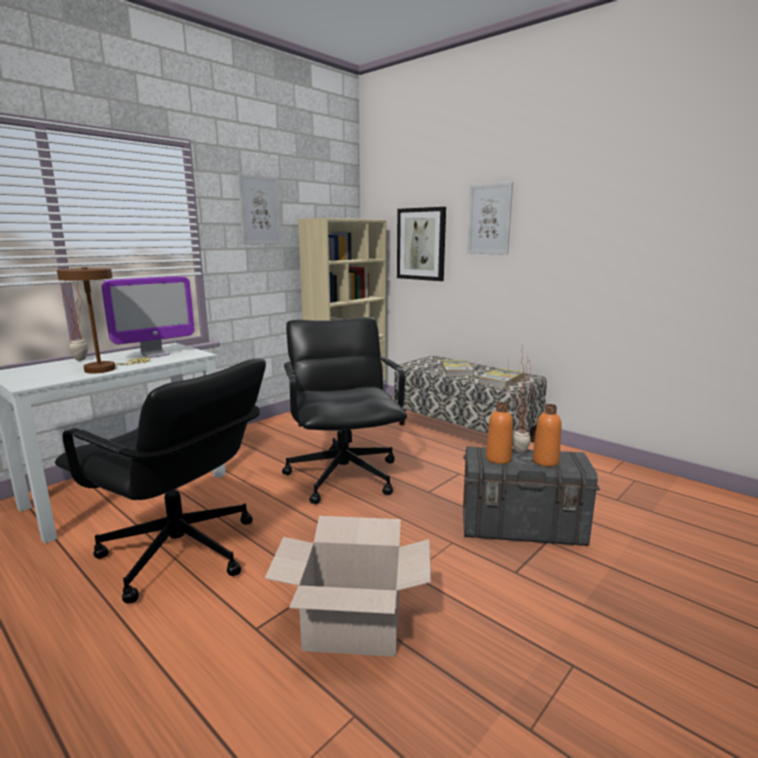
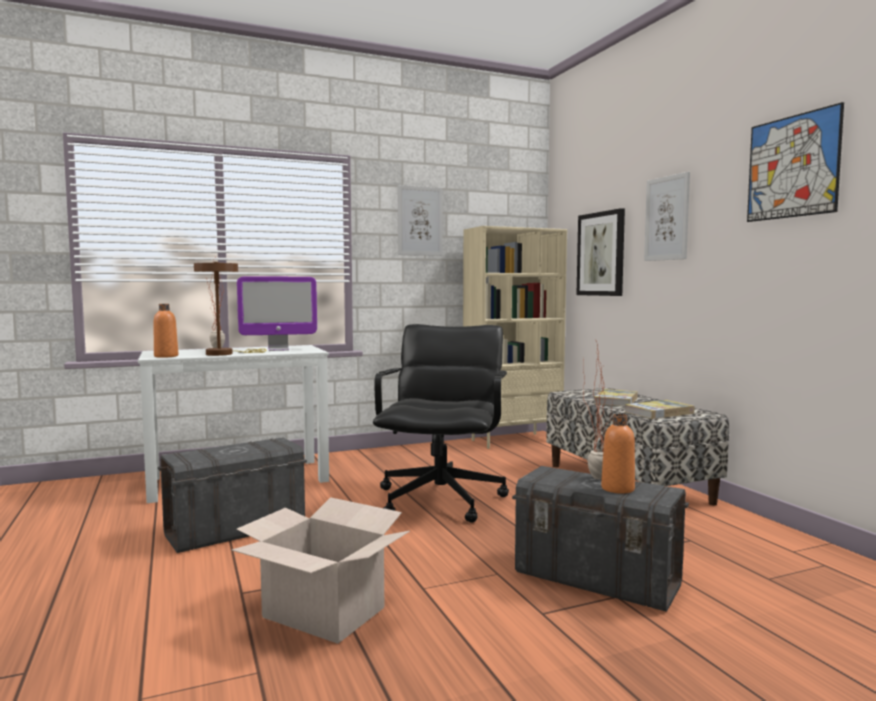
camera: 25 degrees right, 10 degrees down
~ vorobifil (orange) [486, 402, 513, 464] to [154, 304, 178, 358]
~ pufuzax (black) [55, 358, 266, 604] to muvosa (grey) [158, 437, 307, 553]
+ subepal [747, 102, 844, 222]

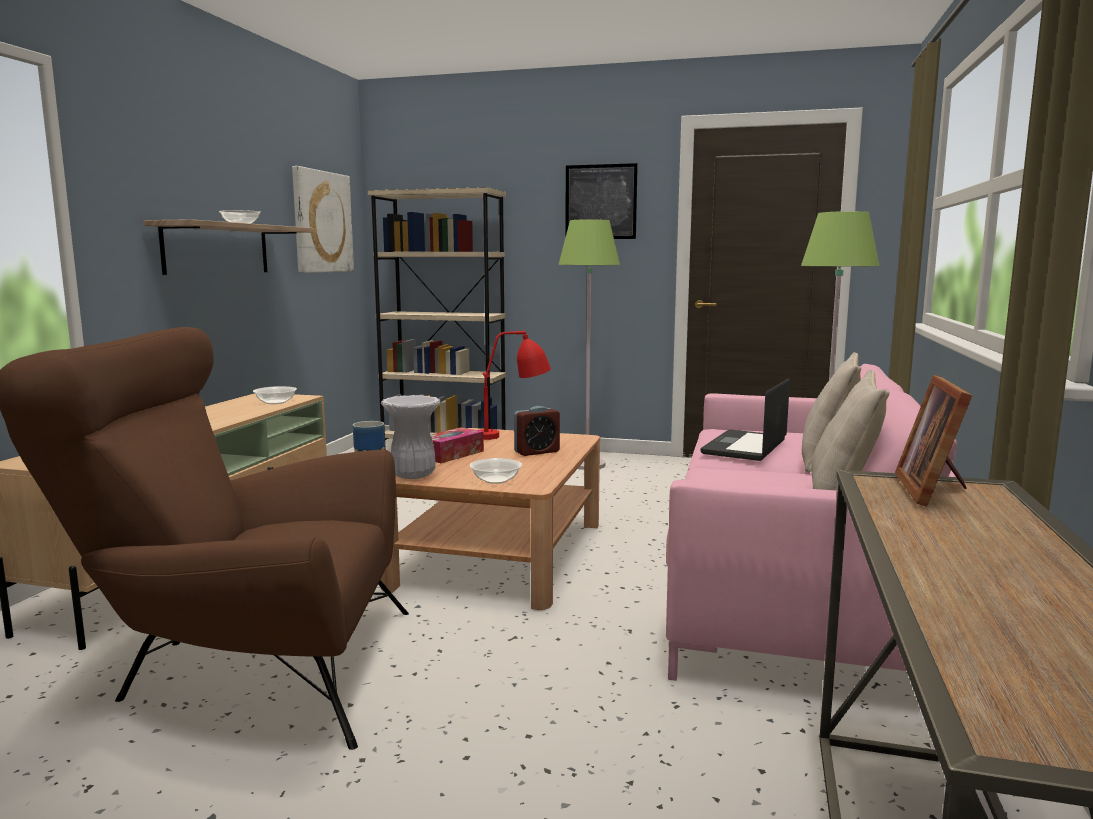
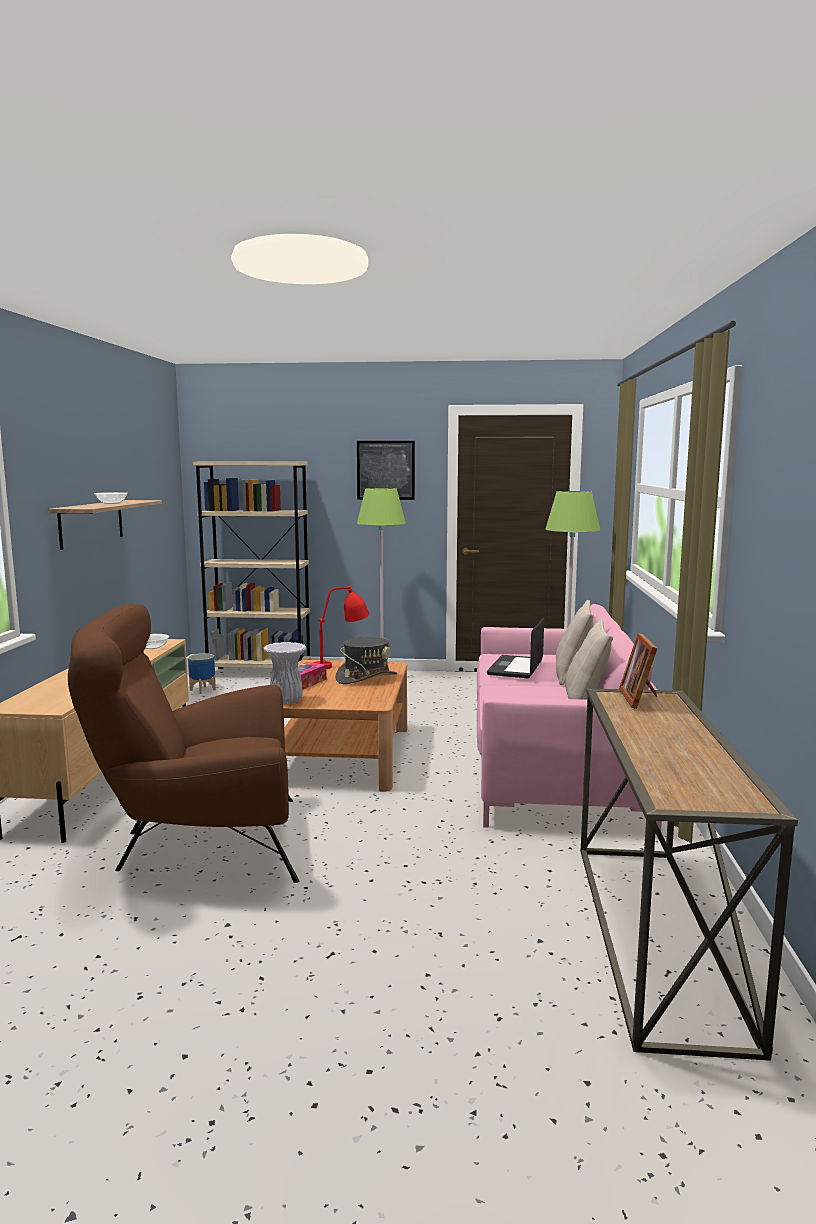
camera: 10 degrees left, 0 degrees up
~ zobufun [514, 406, 560, 456] to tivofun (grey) [336, 637, 397, 684]
- subepal [292, 166, 354, 273]
- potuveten [470, 458, 522, 484]

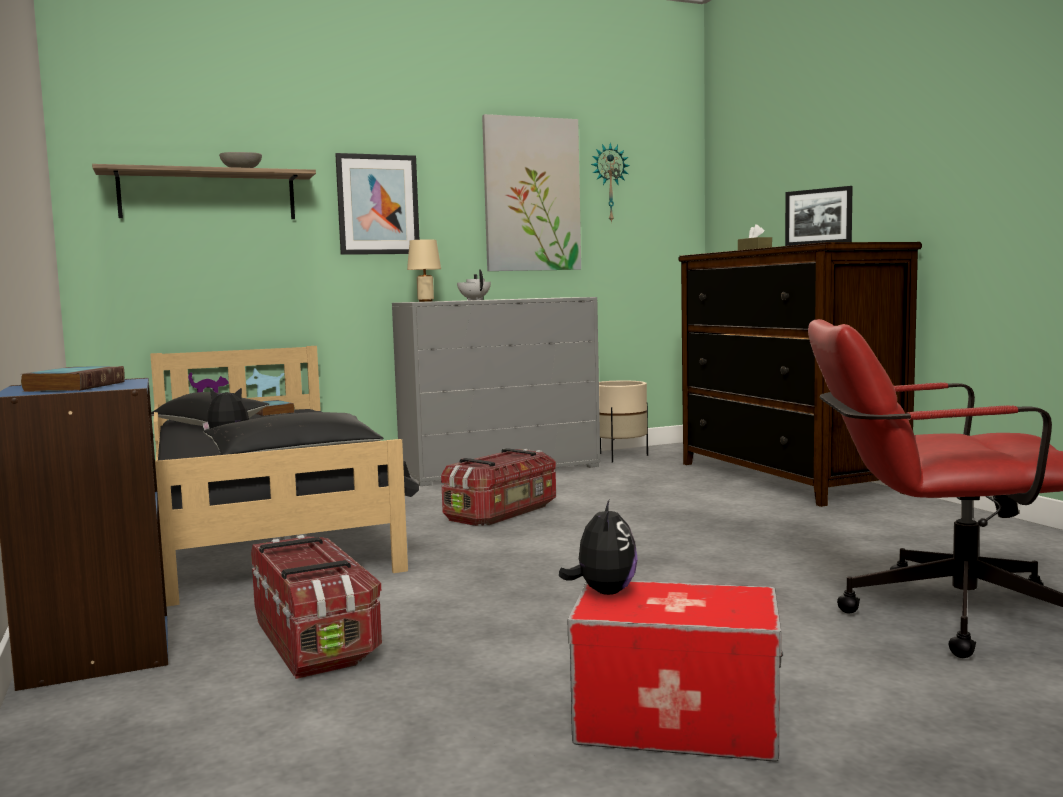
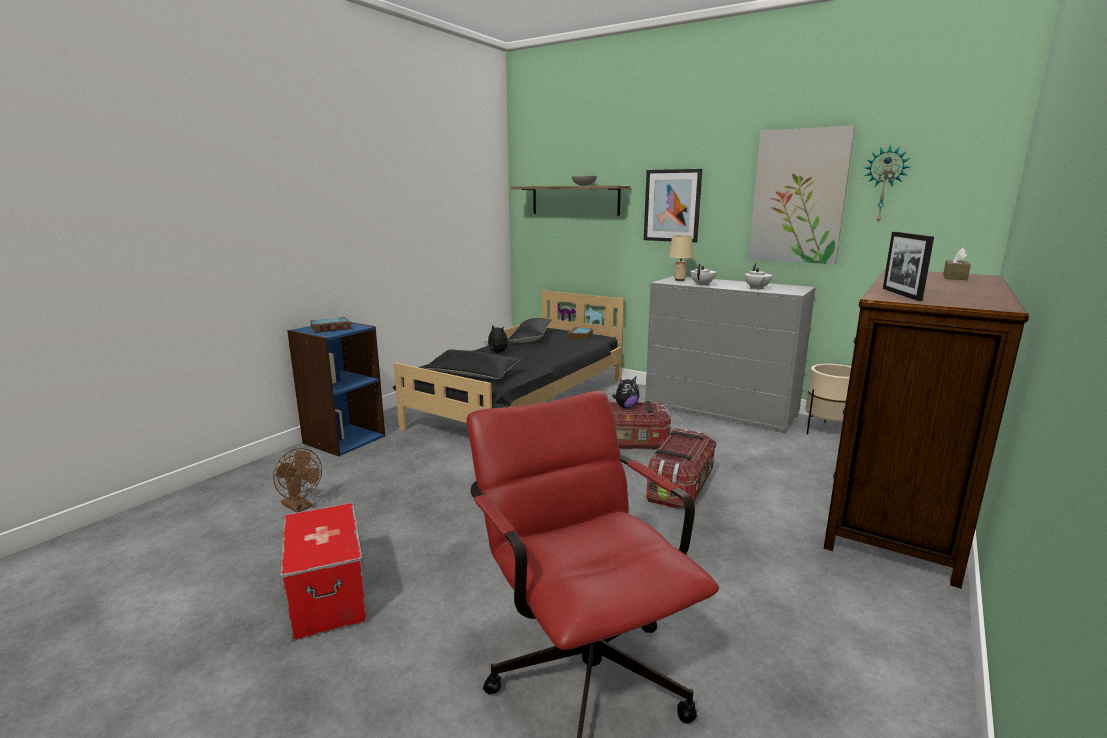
camera: 55 degrees right, 10 degrees up
+ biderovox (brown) [273, 448, 322, 512]
~ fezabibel [559, 500, 638, 595] to [612, 377, 639, 408]
~ muvosa [251, 535, 382, 679] to [646, 428, 716, 509]
+ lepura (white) [744, 264, 773, 290]

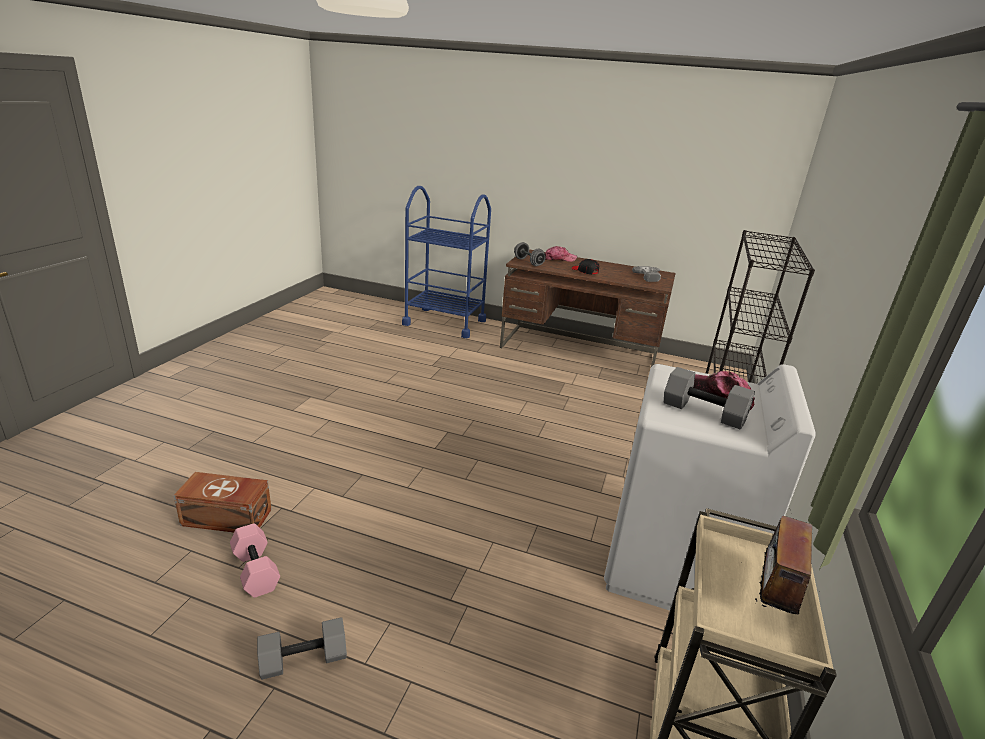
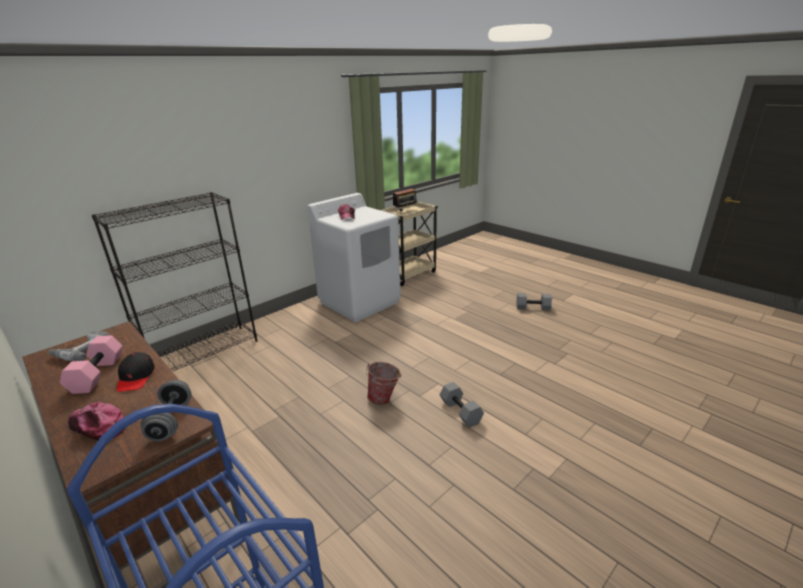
camera: 150 degrees left, 0 degrees up
~ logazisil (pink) [230, 523, 280, 598] to [60, 335, 123, 394]
+ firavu [366, 362, 401, 405]
~ logazisil (grey) [664, 367, 755, 429] to [440, 382, 484, 428]
- muvosa (brown) [173, 472, 272, 532]

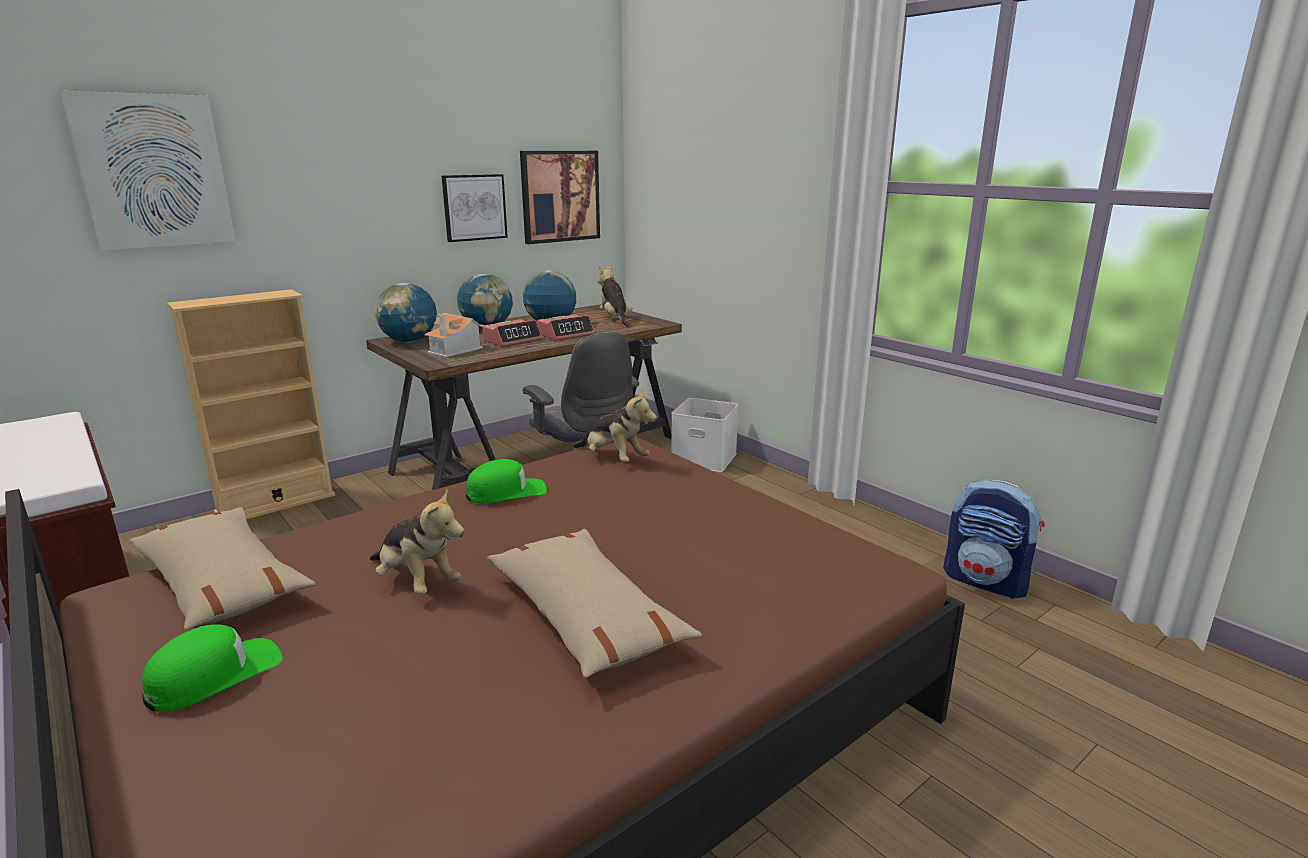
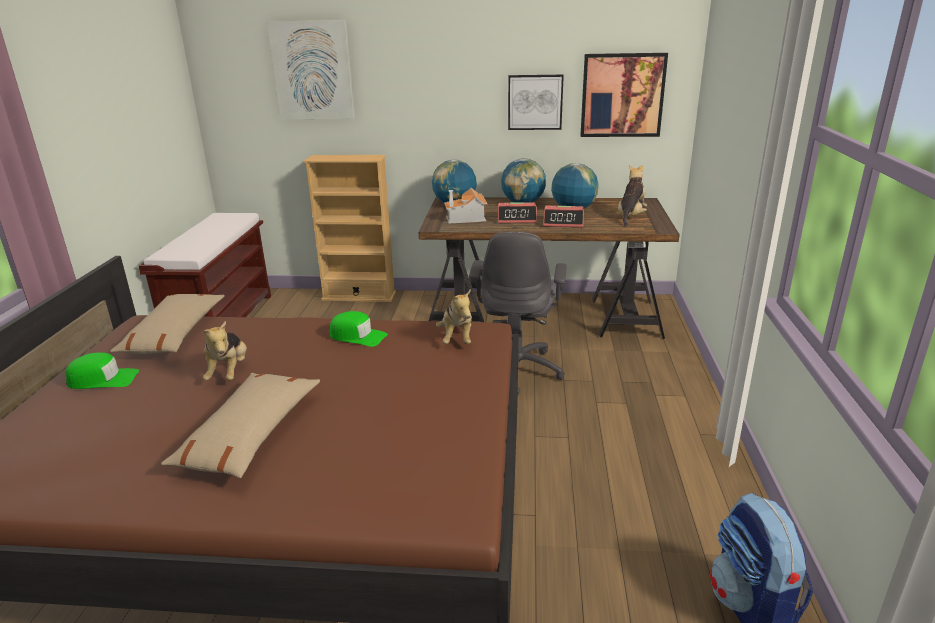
camera: 45 degrees right, 5 degrees up
- muvosa (white) [671, 398, 738, 472]

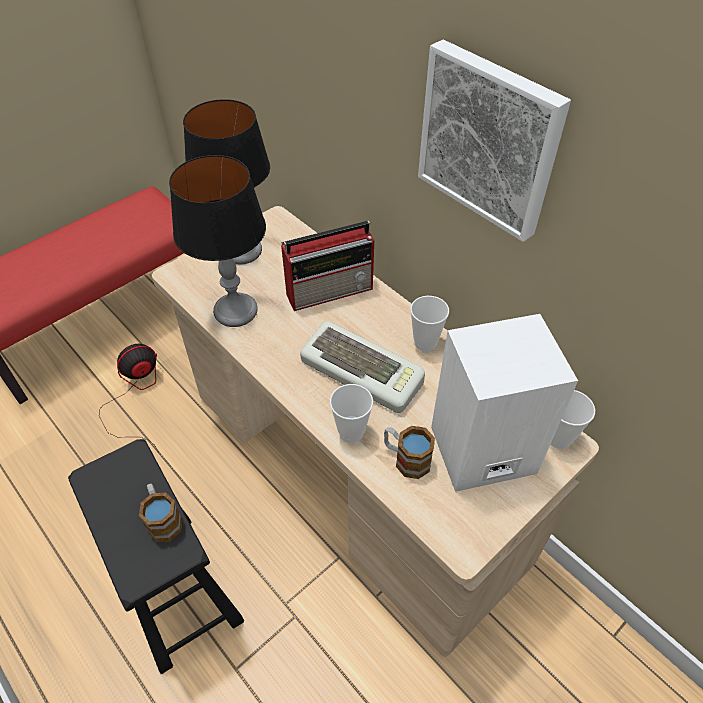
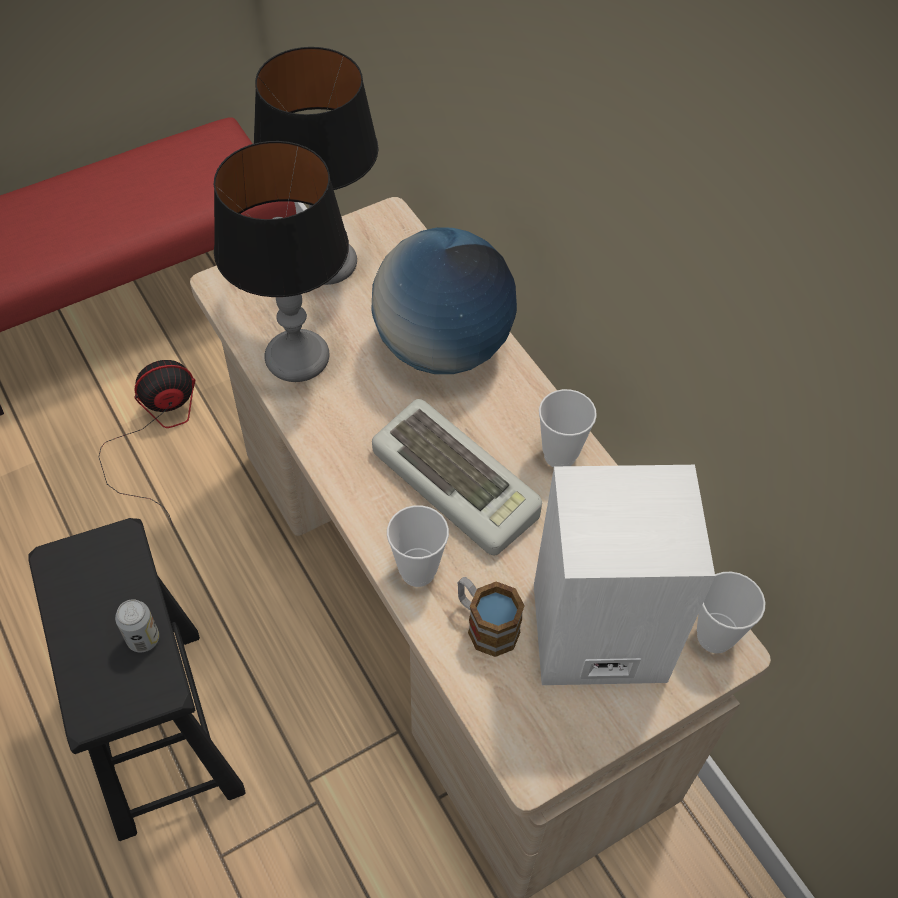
camera: 10 degrees right, 5 degrees up
~ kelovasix [139, 484, 183, 542] to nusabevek [115, 599, 159, 653]
~ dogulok [281, 221, 374, 311] to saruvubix [371, 228, 517, 374]
- subepal [418, 39, 571, 242]

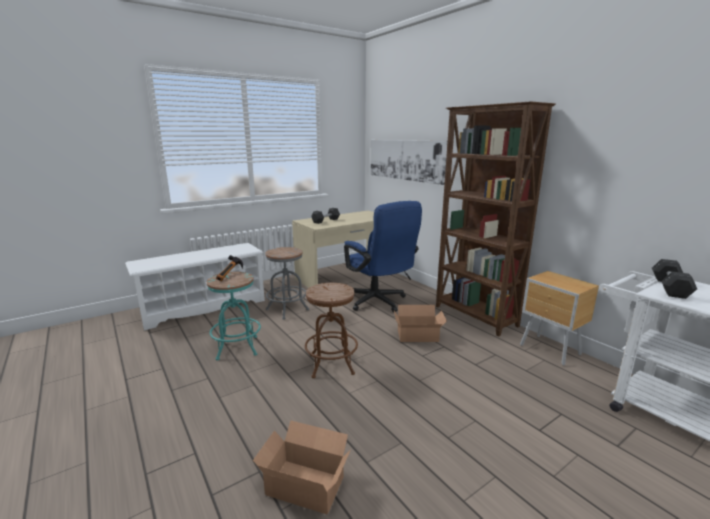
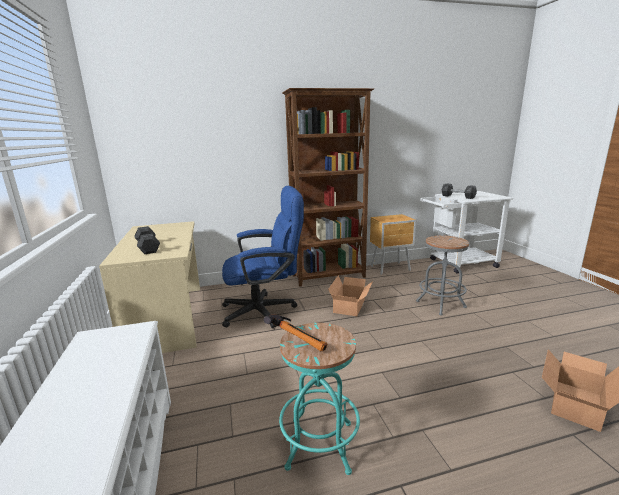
camera: 70 degrees left, 0 degrees up
~ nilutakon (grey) [265, 247, 309, 320] to [416, 236, 469, 315]
- nilutakon (brown) [305, 283, 358, 378]
- subepal [371, 140, 448, 185]

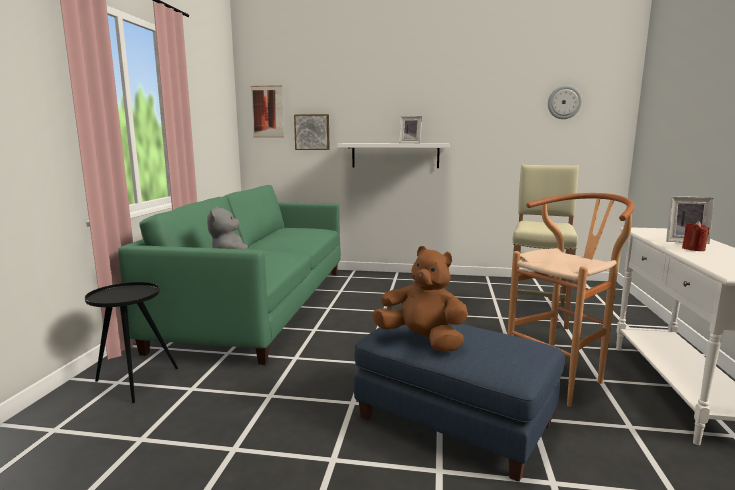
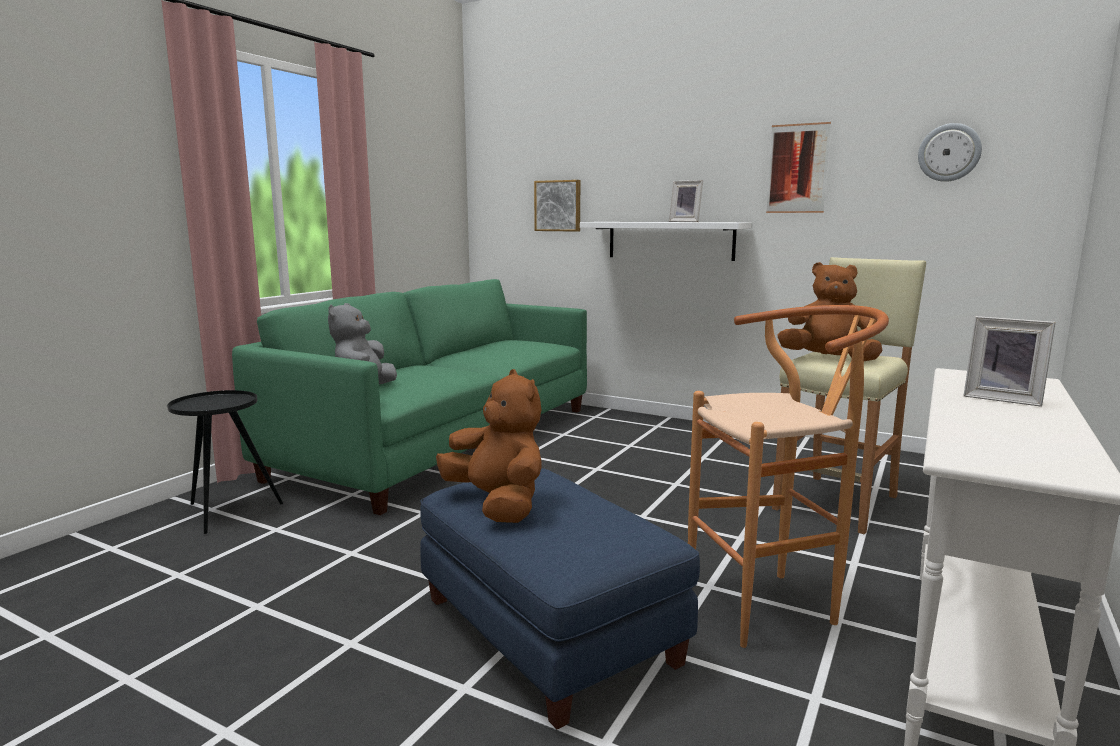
camera: 20 degrees right, 0 degrees up
~ subepal [251, 85, 284, 137] to [766, 122, 831, 213]
+ fezabibel (brown) [777, 262, 883, 361]
- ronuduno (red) [682, 221, 710, 251]

